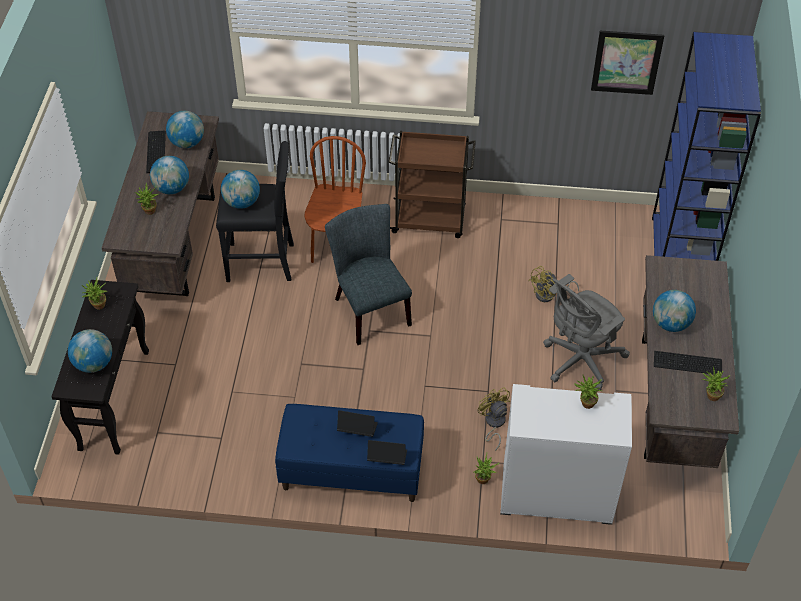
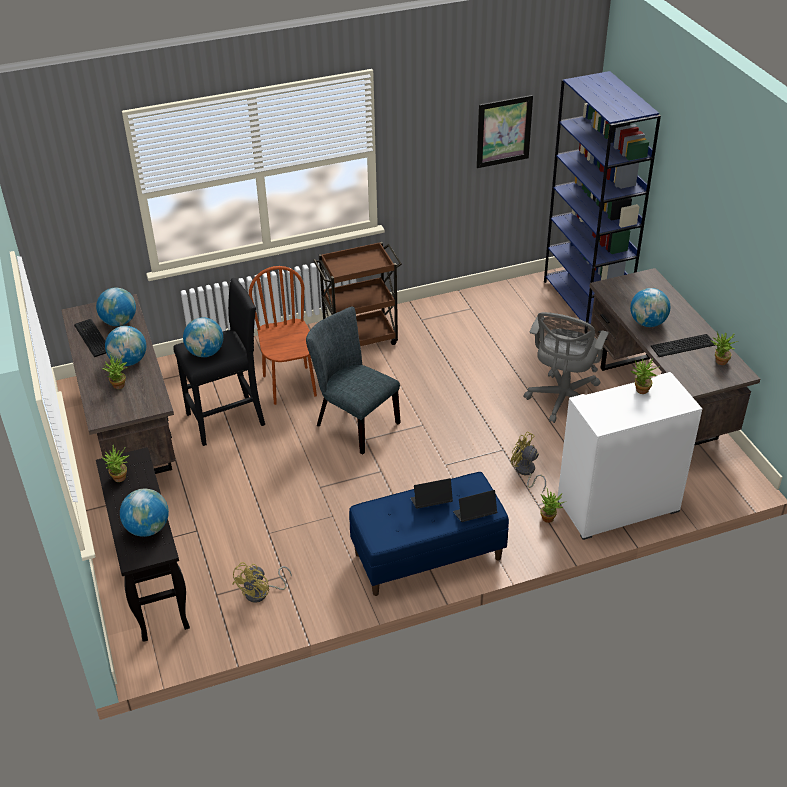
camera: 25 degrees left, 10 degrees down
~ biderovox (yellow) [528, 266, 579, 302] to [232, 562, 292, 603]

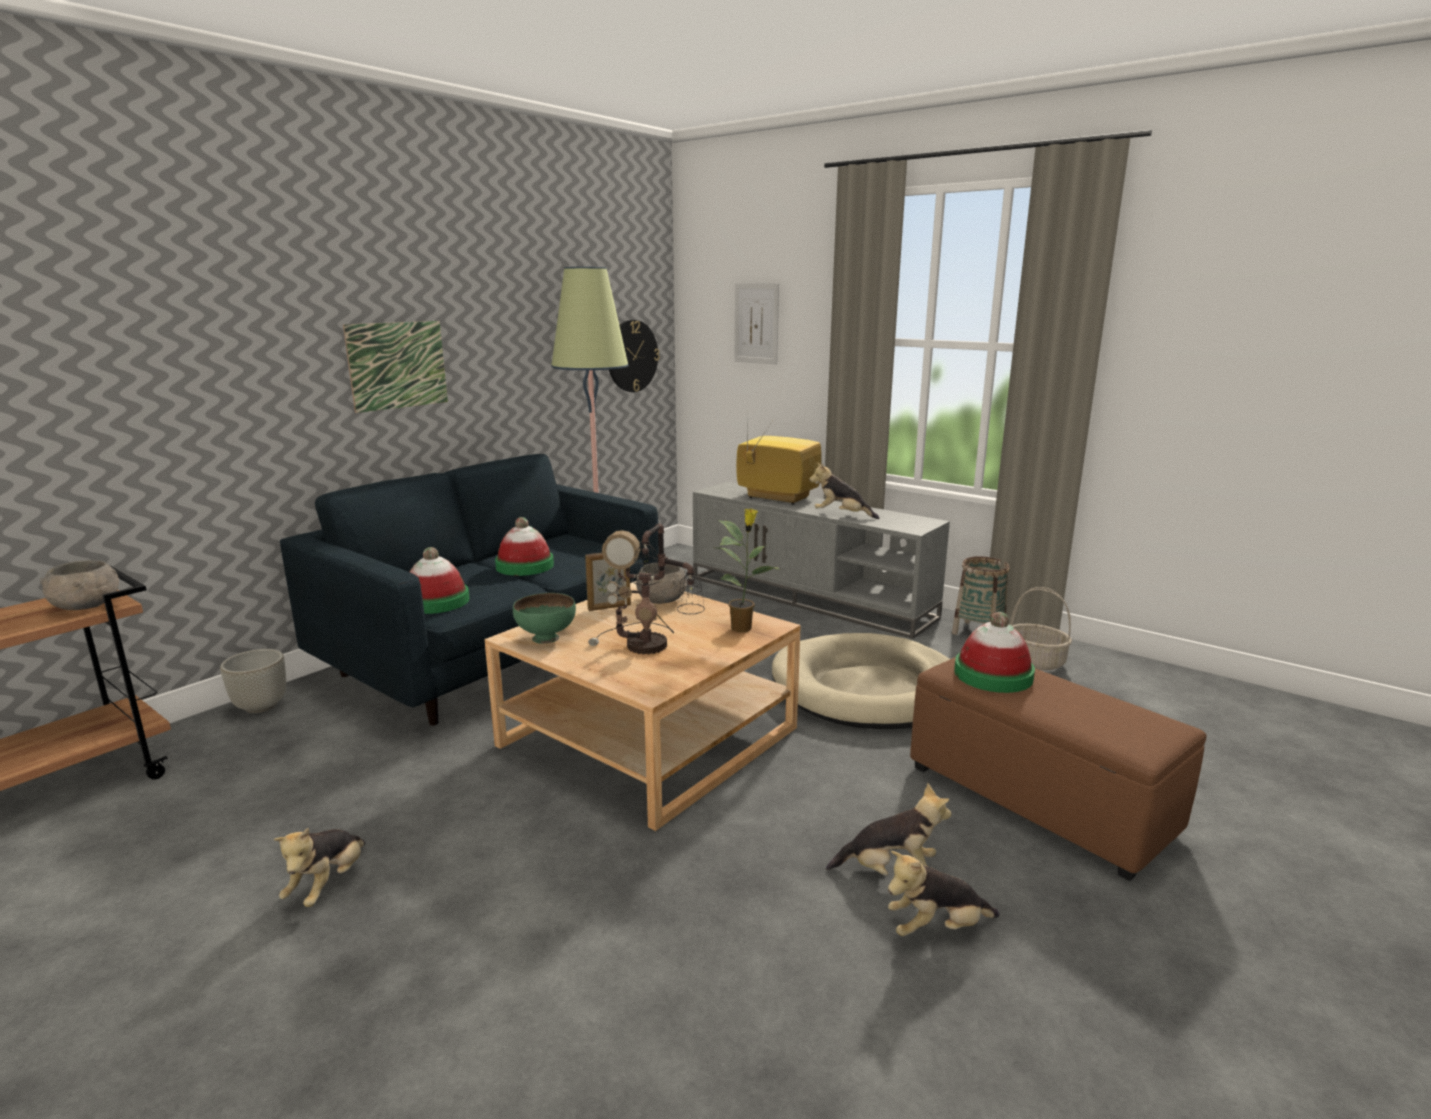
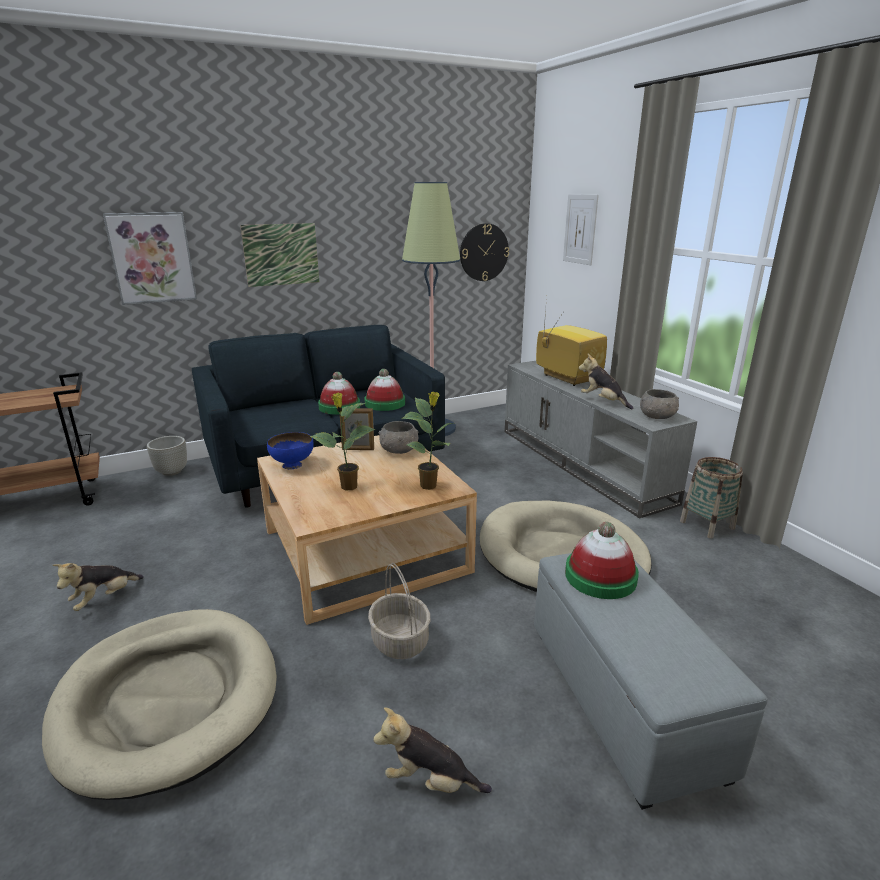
camera: 25 degrees right, 5 degrees up
+ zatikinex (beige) [42, 609, 277, 800]
+ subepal [103, 212, 197, 305]
~ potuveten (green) [513, 593, 576, 644] to potuveten (blue) [267, 432, 314, 469]
~ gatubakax [588, 523, 705, 655] to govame [310, 393, 375, 490]
~ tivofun [410, 547, 469, 614] to [364, 369, 405, 411]
~ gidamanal [1010, 587, 1072, 670] to [368, 563, 431, 659]
~ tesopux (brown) [910, 657, 1206, 881] to tesopux (grey) [534, 553, 767, 810]
~ potuveten (grey) [40, 560, 119, 610] to [640, 389, 679, 419]
- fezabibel [826, 783, 951, 876]

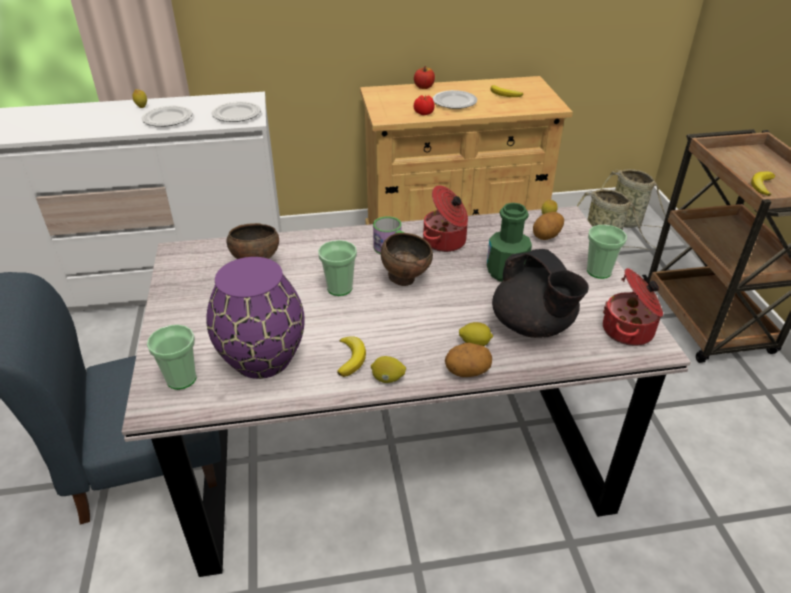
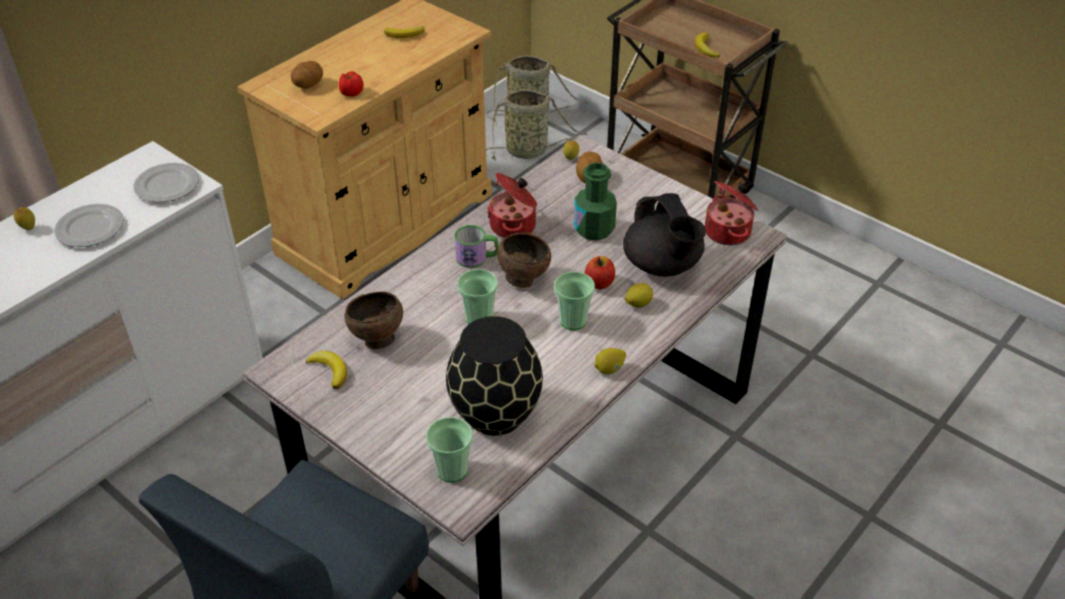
camera: 40 degrees left, 5 degrees up
~ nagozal [445, 343, 492, 377] to [291, 61, 323, 89]
~ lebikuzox [337, 336, 366, 377] to [306, 351, 347, 389]
~ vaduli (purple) [207, 257, 305, 379] to vaduli (black) [446, 316, 543, 436]
~ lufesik [587, 225, 627, 279] to [554, 272, 595, 330]
~ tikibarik [414, 66, 435, 89] to [585, 256, 615, 290]
~ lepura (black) [492, 249, 589, 338] = [623, 193, 706, 277] 45 degrees clockwise
- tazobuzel [433, 90, 477, 109]

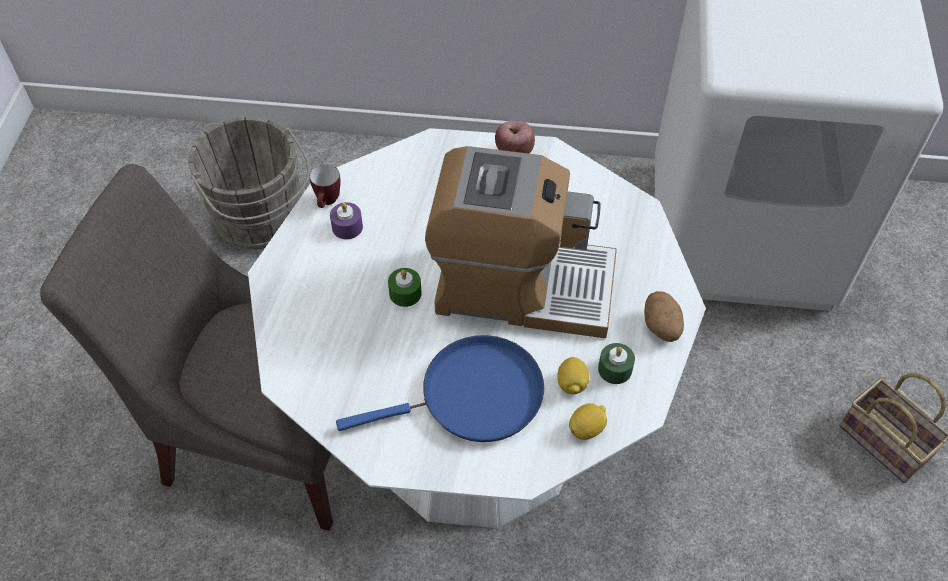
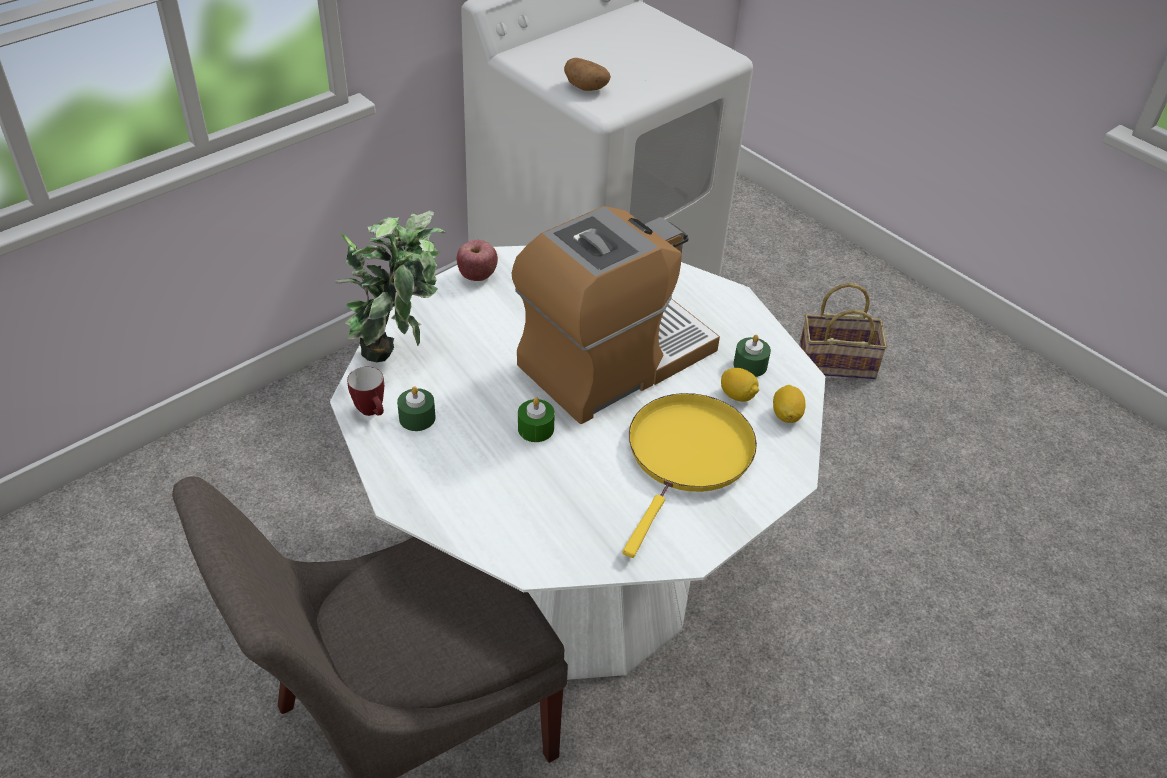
camera: 50 degrees left, 10 degrees down
+ govame [335, 210, 446, 363]
~ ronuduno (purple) [330, 202, 363, 239] to ronuduno (green) [397, 387, 435, 431]
~ nagozal [644, 291, 684, 342] to [564, 58, 611, 91]
~ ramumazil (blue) [336, 335, 544, 442] to ramumazil (yellow) [622, 393, 757, 558]
- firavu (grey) [188, 117, 310, 249]

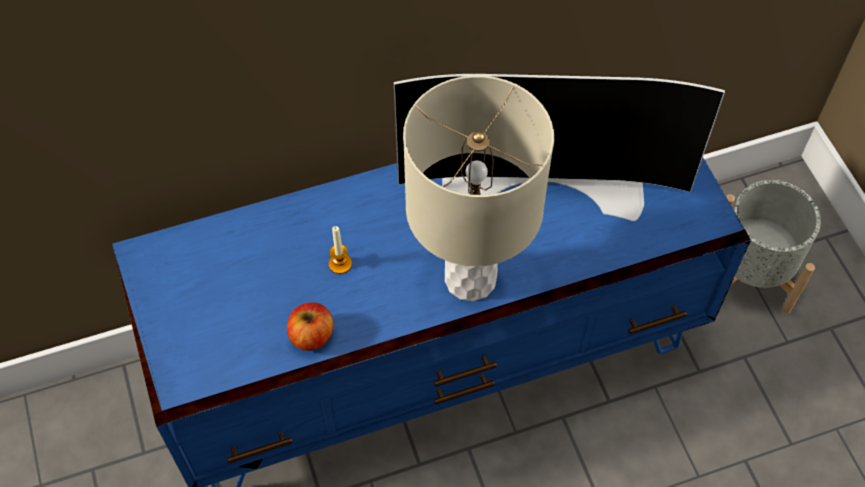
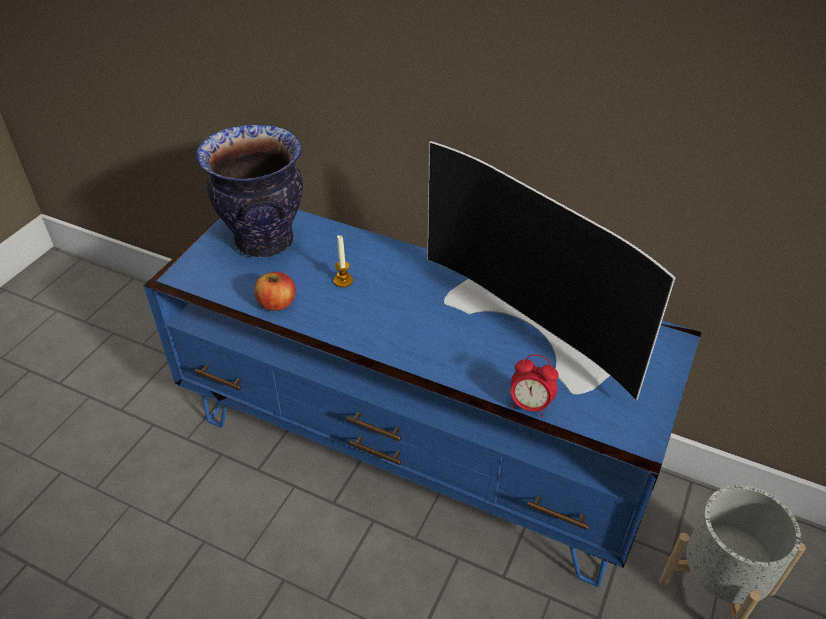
camera: 45 degrees right, 15 degrees down
+ vaduli [196, 124, 303, 257]
+ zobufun [511, 354, 558, 418]
- gatubakax (beige) [403, 75, 554, 302]

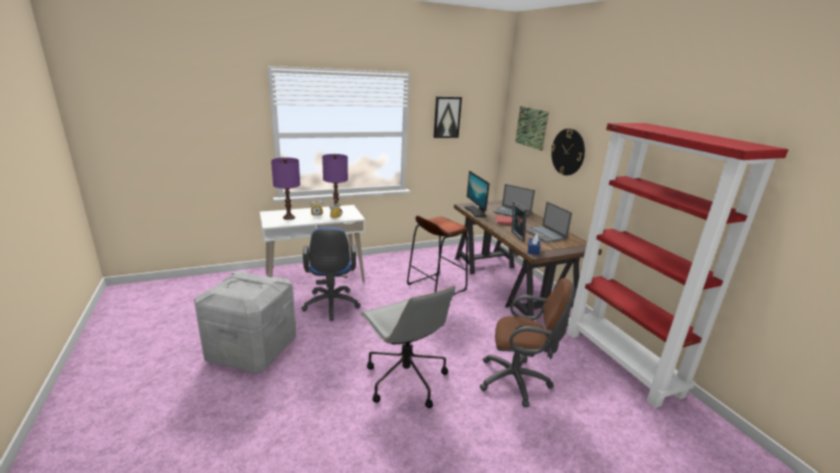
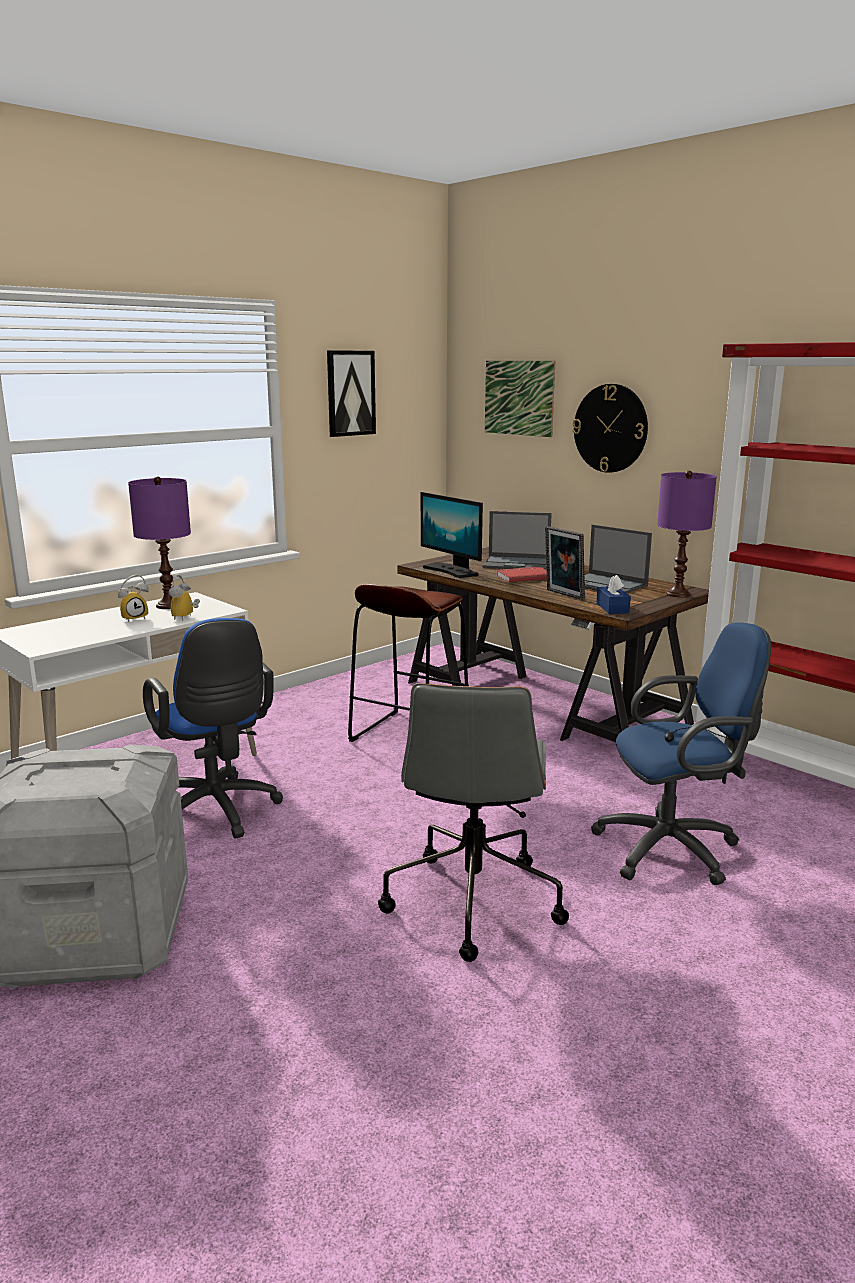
camera: 20 degrees left, 5 degrees down
~ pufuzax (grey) [360, 286, 455, 408] = [378, 683, 569, 962] 60 degrees clockwise
~ pufuzax (brown) [479, 278, 575, 407] to pufuzax (blue) [591, 623, 771, 885]
~ gatubakax (purple) [271, 158, 300, 220] to [657, 471, 717, 597]

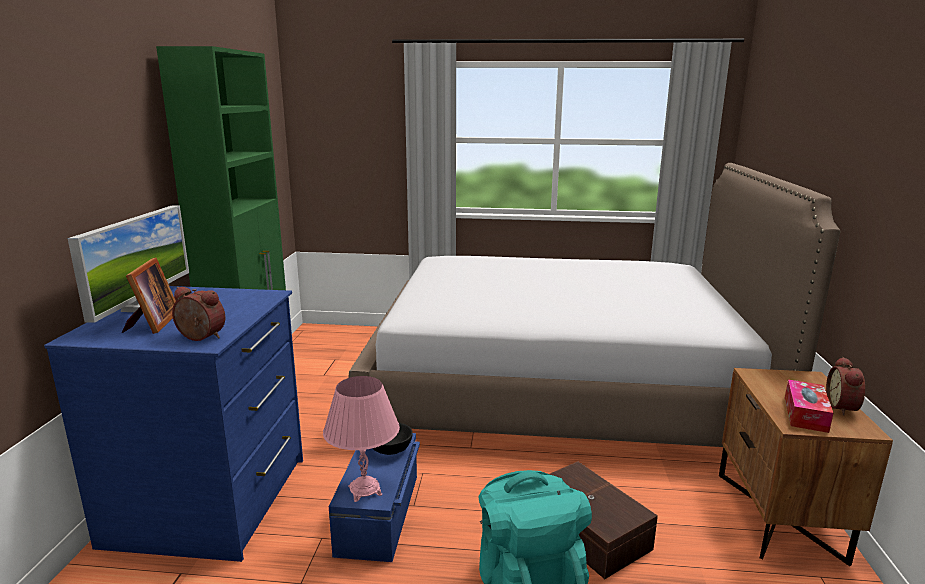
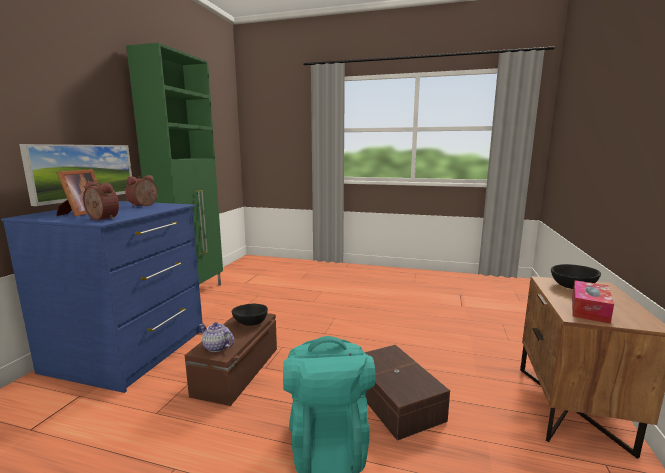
camera: 10 degrees right, 5 degrees down
~ zobufun [826, 357, 865, 415] to [125, 175, 158, 207]
~ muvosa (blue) [329, 433, 420, 562] to muvosa (brown) [185, 313, 277, 406]
~ gatubakax (pink) [323, 376, 400, 502] to lepura [200, 322, 234, 352]
+ potuveten (black) [551, 264, 601, 289]
- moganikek [348, 163, 840, 447]

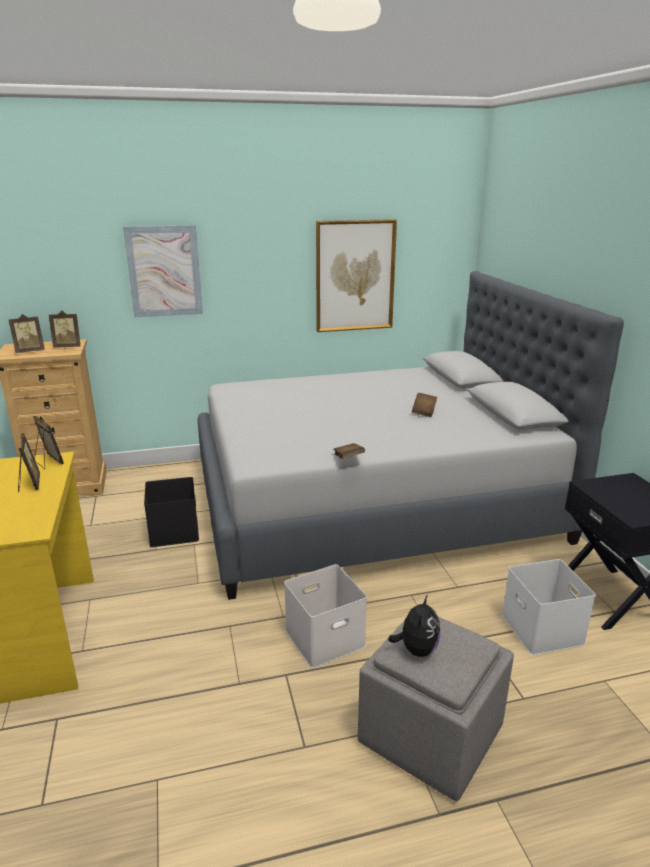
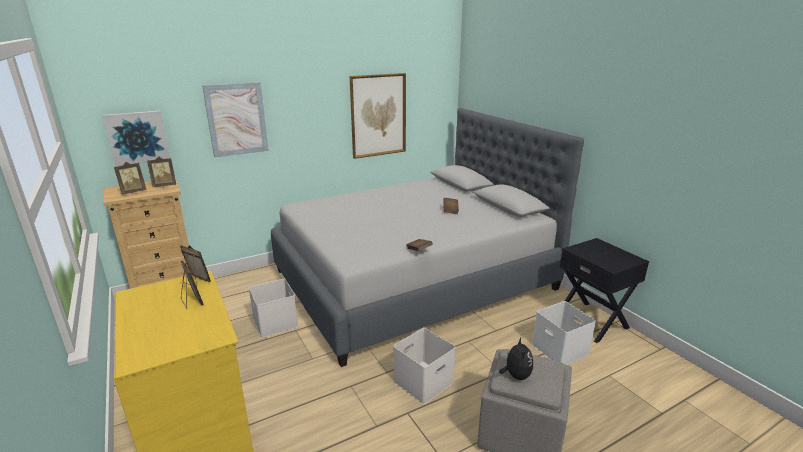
camera: 15 degrees left, 0 degrees up
+ subepal [103, 111, 170, 166]
~ muvosa (black) [144, 477, 199, 547] to muvosa (white) [249, 279, 298, 338]

